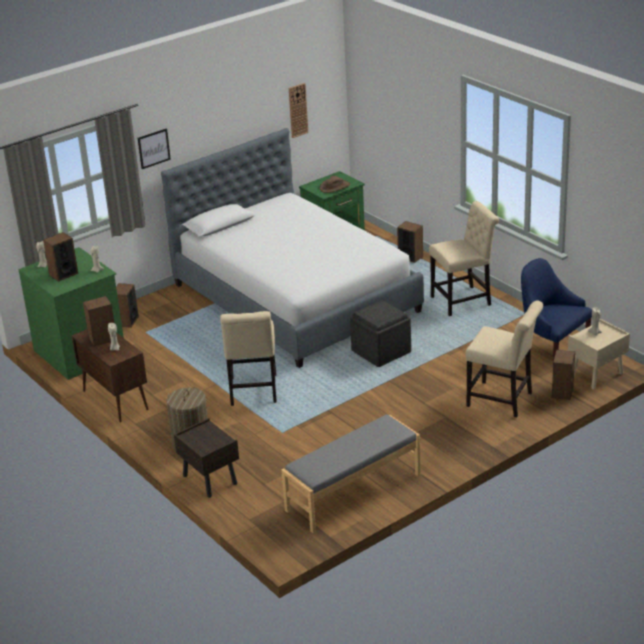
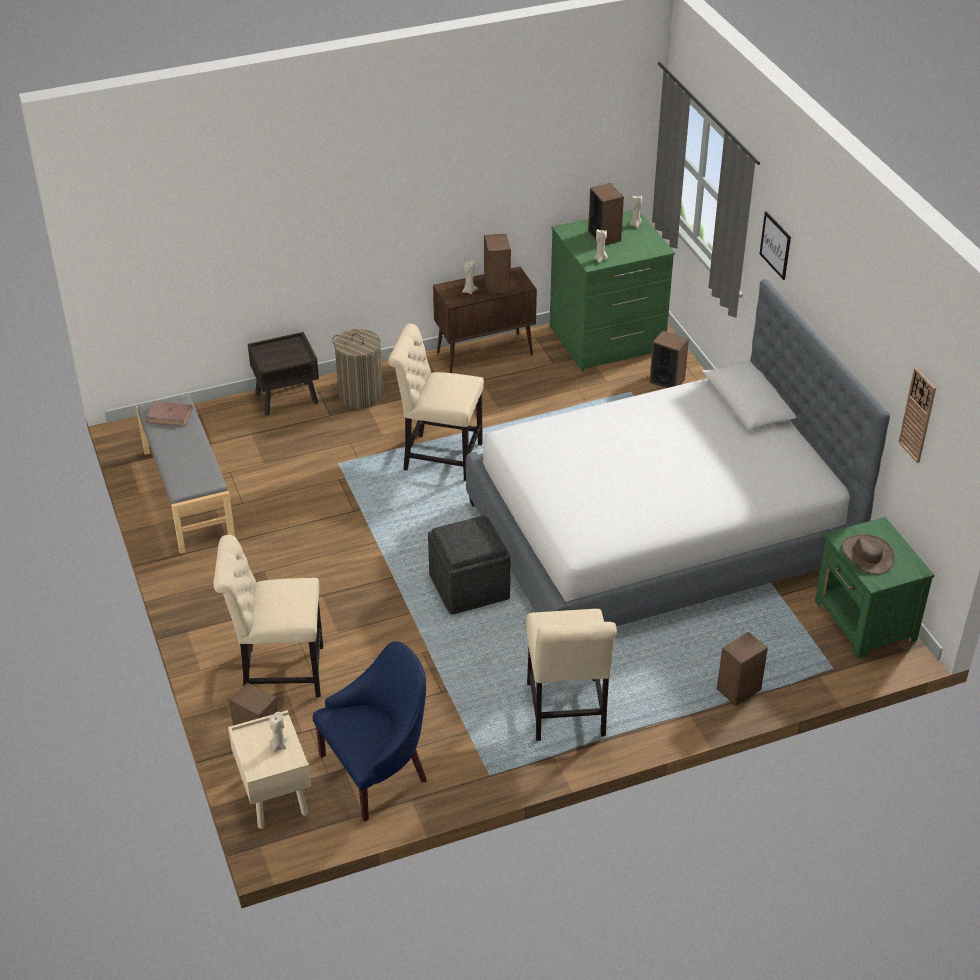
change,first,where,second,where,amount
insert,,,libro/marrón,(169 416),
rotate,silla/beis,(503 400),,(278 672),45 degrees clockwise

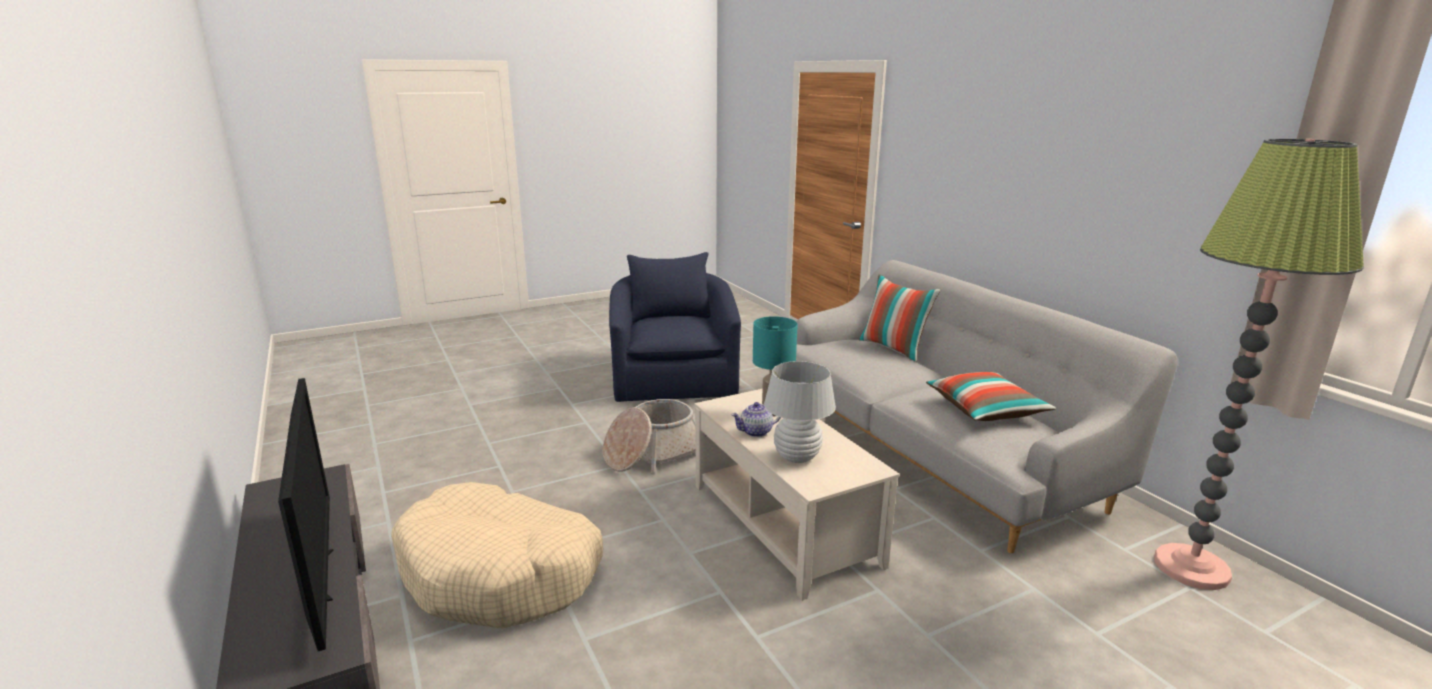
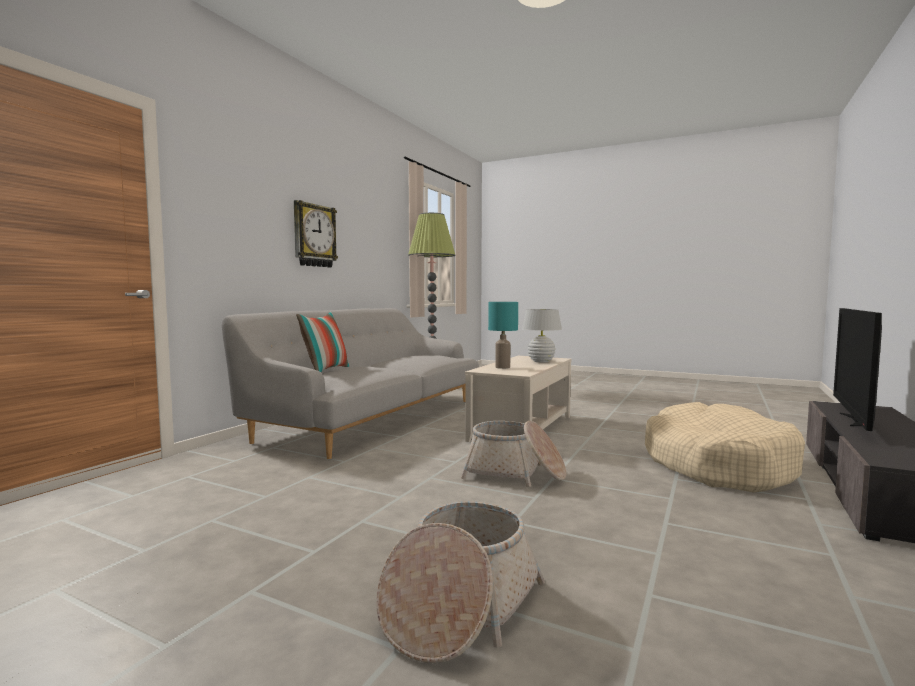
change,first,where,second,where,amount
insert,,,reloj de pared,(314 235),
insert,,,cesta,(459 607),
delete,sillón/azul,(674 379),,,
delete,tetera,(756 432),,,
delete,cojín,(985 410),,,

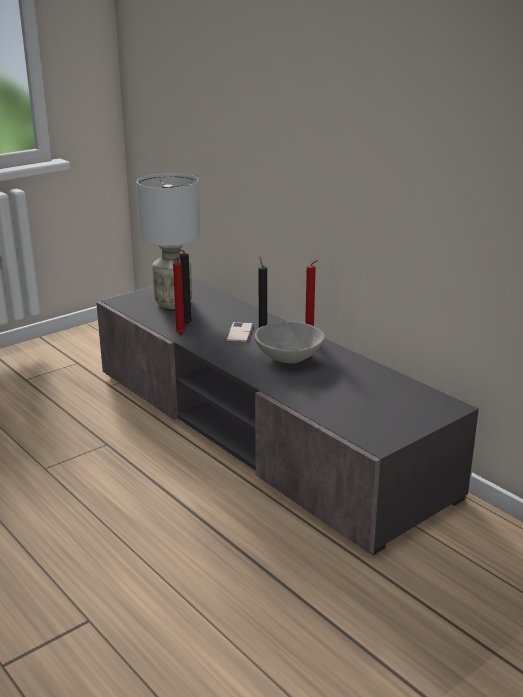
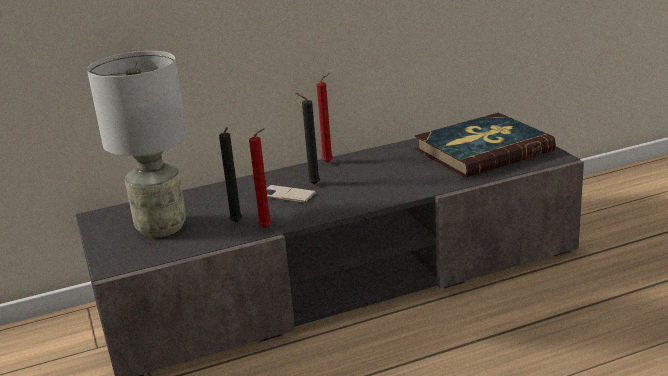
change,first,where,second,where,amount
insert,,,libro,(482 150),
delete,cuenco/gris,(289 357),,,

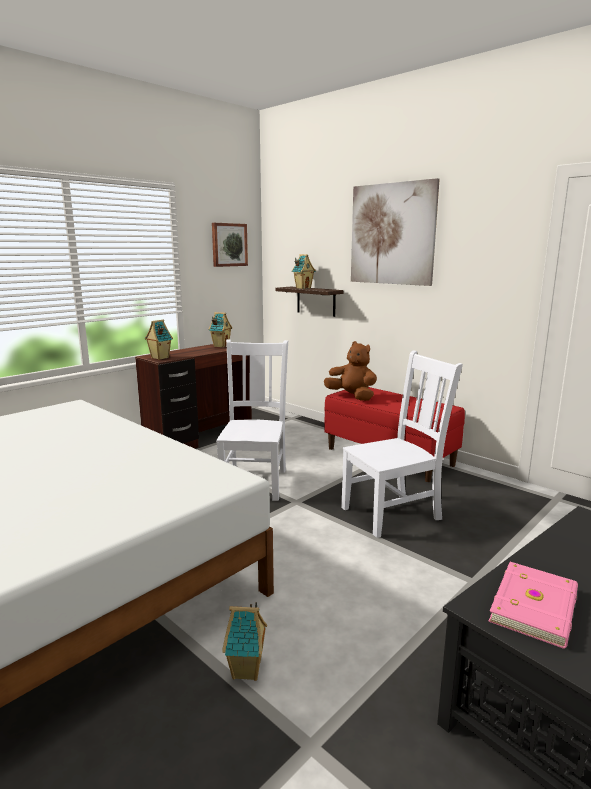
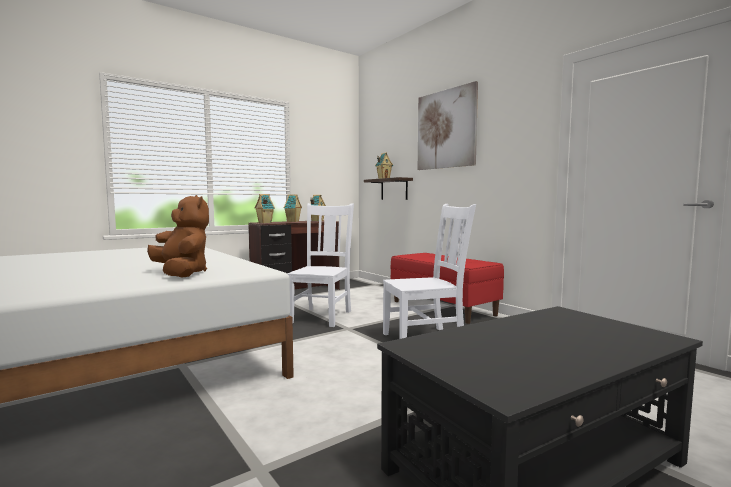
change,first,where,second,where,amount
move,peluche/marrón,(352 397),,(182 273),
move,casita,(247 670),,(293 221),
delete,cuadro,(229 245),,,
delete,libro/rosa,(536 607),,,

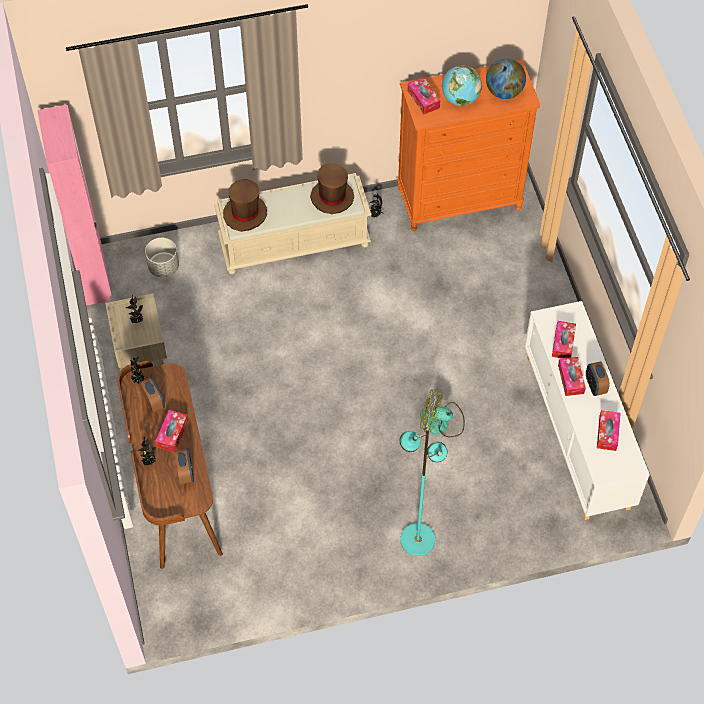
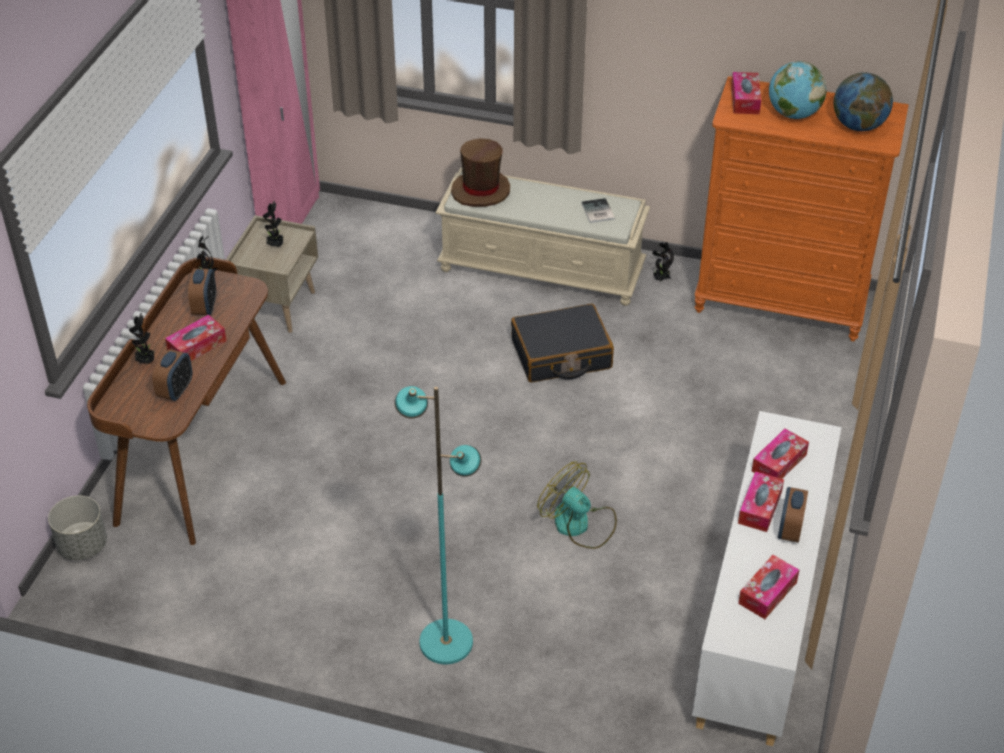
change,first,where,second,where,amount
move,maceta/gris,(164 267),,(82 546),
insert,,,maleta/negro,(561 355),
replace,sombrero/marrón,(332 197),libro,(597 212),

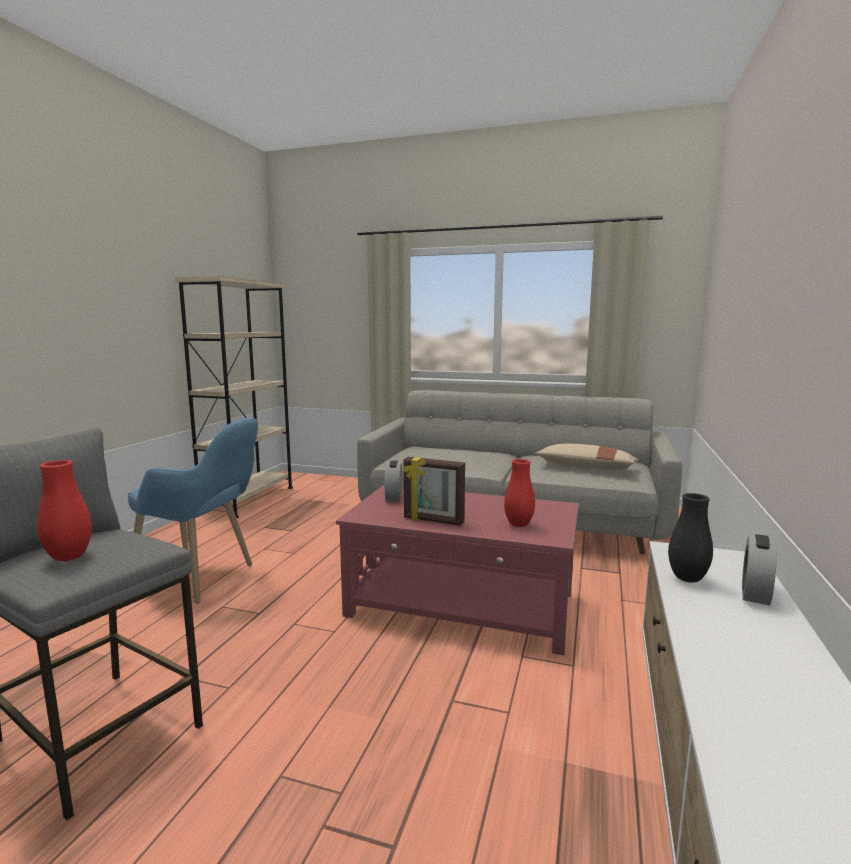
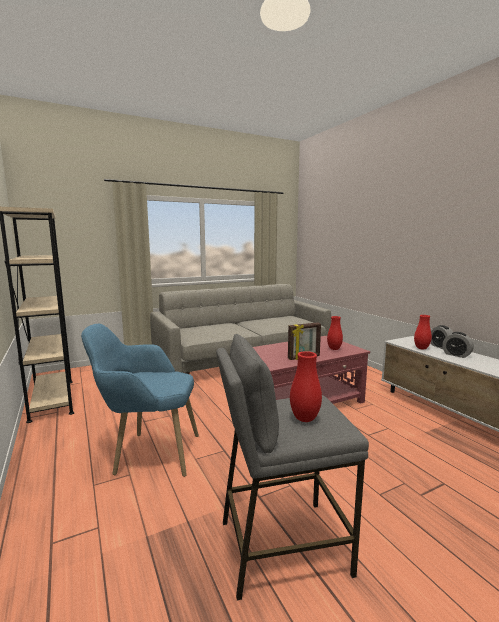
change,first,where,second,where,amount
rotate,sillón/azul,(204 579),,(147 453),150 degrees counterclockwise
recolor,florero/negro,(687 579),florero/rojo,(421 348),
move,despertador,(394 497),,(456 355),
delete,cojín/beis,(586 467),,,

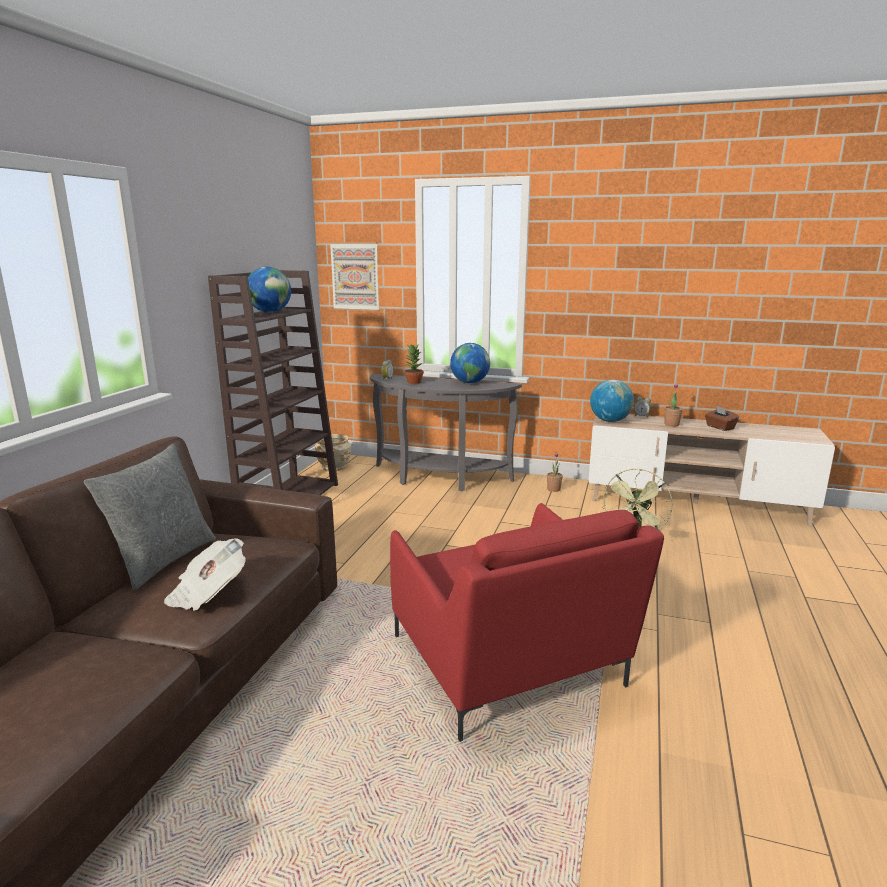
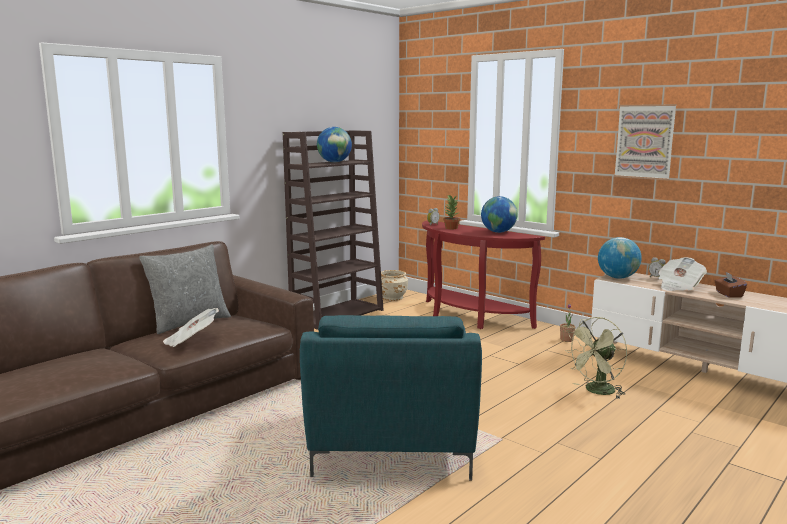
change,first,where,second,where,amount
recolor,sillón/rojo,(508 666),sillón/turquesa,(391 446),
recolor,mesa consola/gris,(438 479),mesa consola/rojo,(468 318),
move,cuadro,(355 276),,(644 141),
replace,planta en maceta,(671 424),periódico,(678 287),

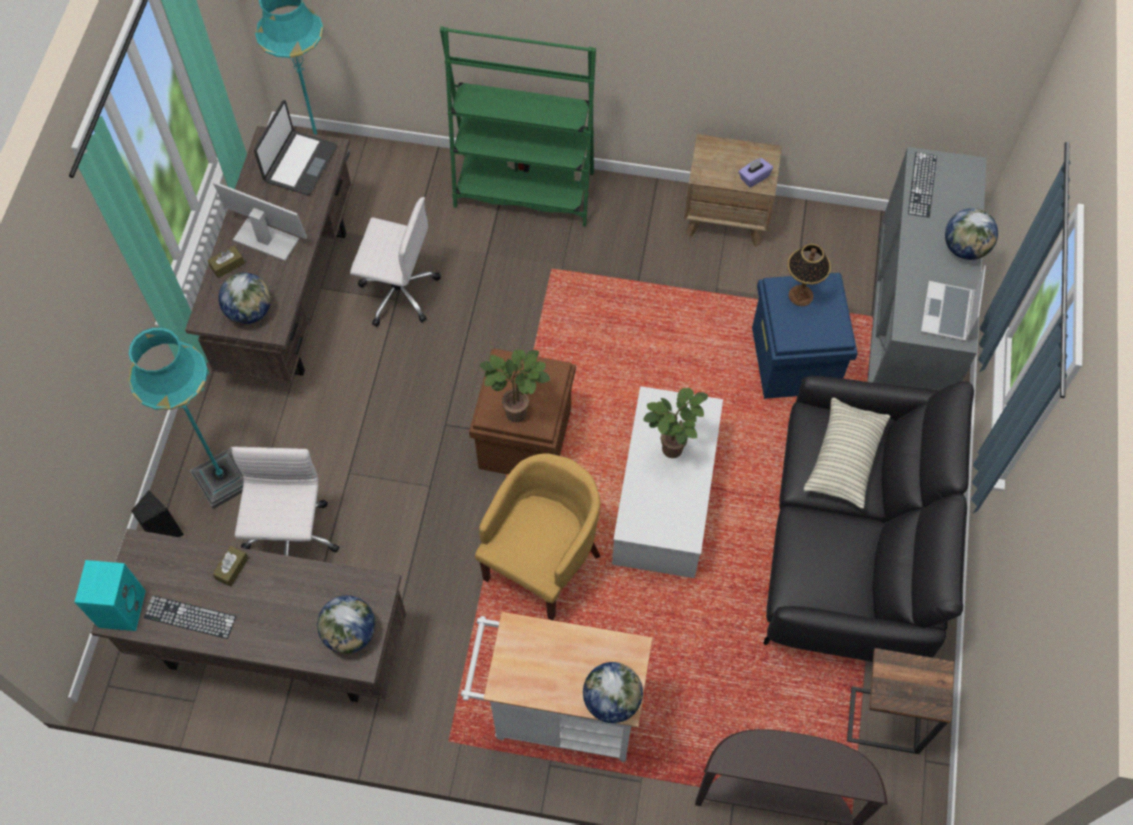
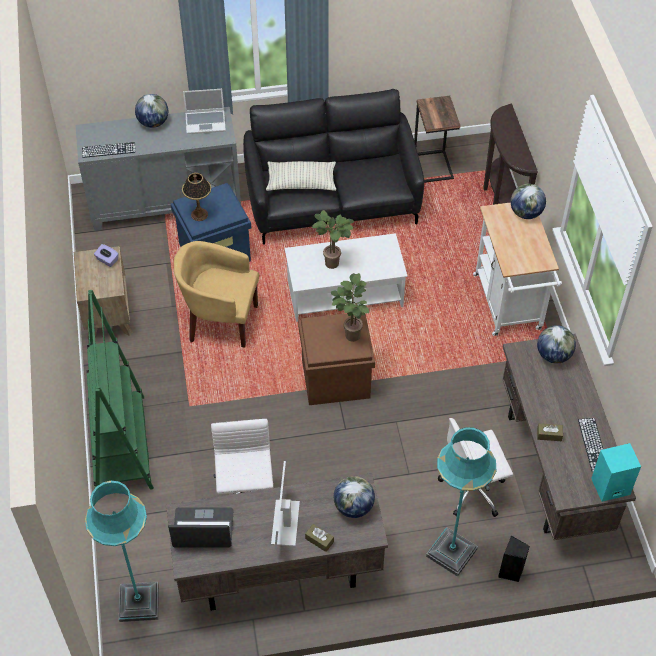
change,first,where,second,where,amount
move,sillón/amarillo,(543 561),,(220 321),

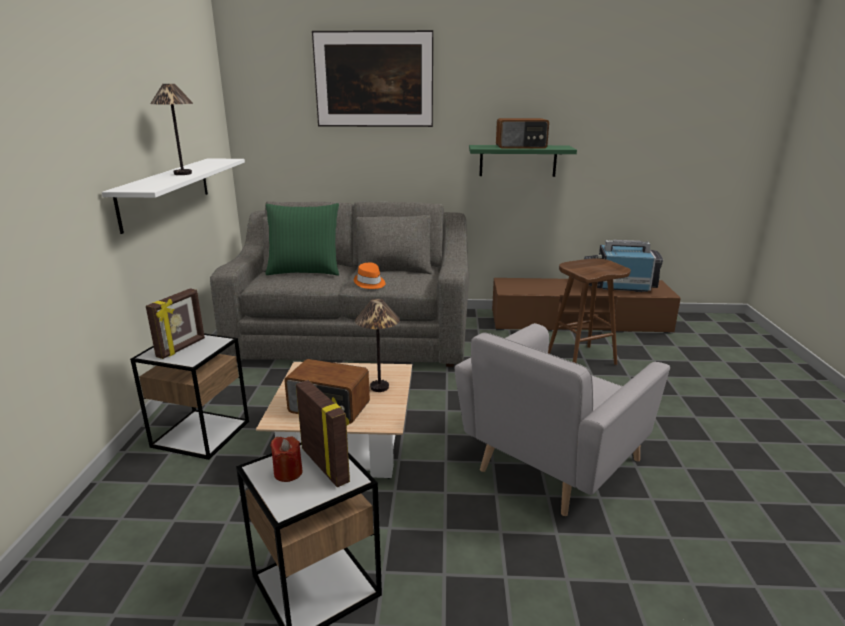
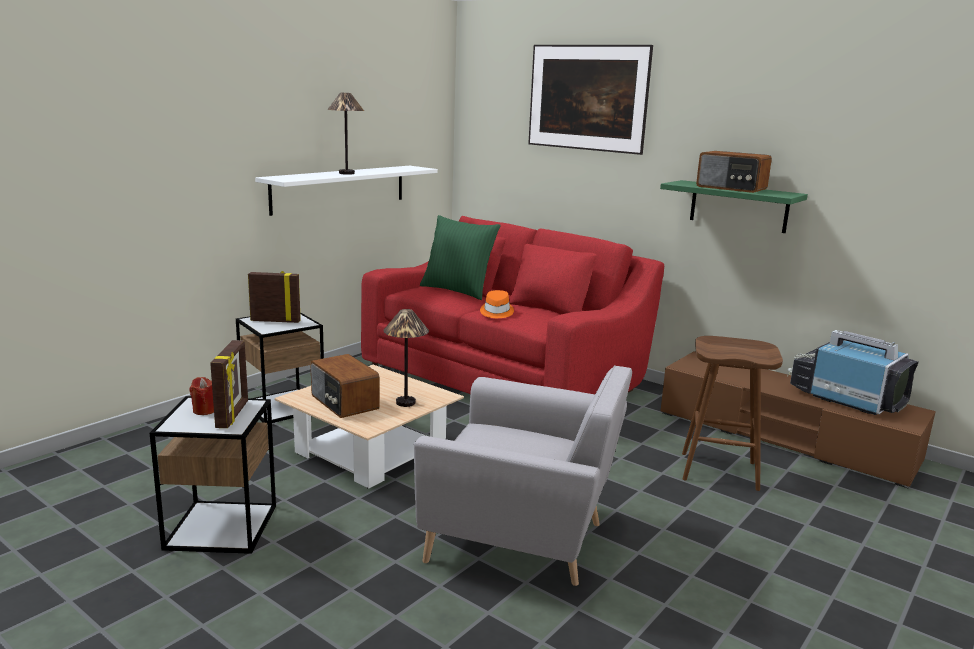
change,first,where,second,where,amount
rotate,portarretratos,(182 348),,(275 321),150 degrees counterclockwise
recolor,sofá/gris,(353 335),sofá/rojo,(503 374),
rotate,sillón/gris,(551 463),,(523 538),150 degrees counterclockwise

